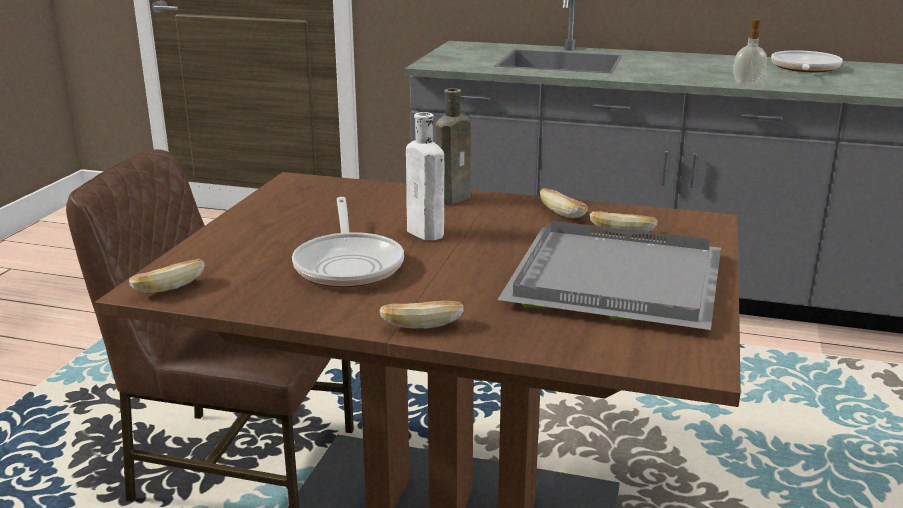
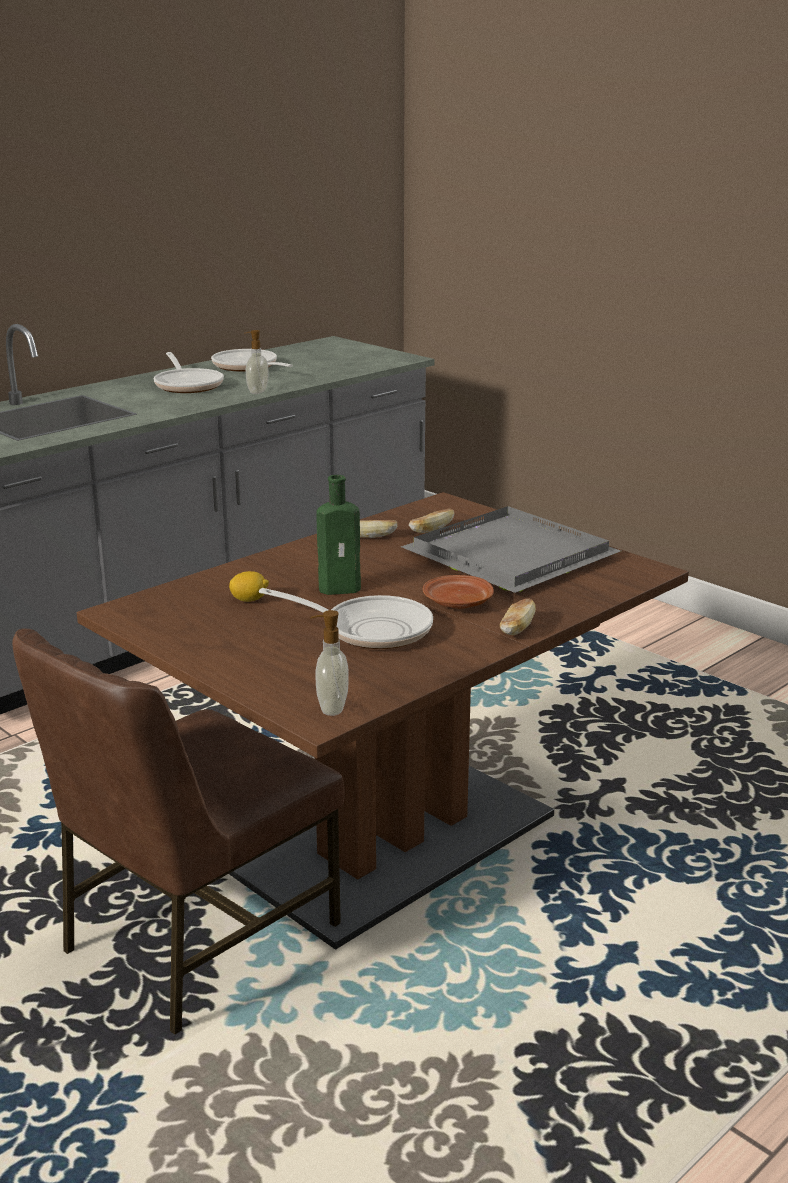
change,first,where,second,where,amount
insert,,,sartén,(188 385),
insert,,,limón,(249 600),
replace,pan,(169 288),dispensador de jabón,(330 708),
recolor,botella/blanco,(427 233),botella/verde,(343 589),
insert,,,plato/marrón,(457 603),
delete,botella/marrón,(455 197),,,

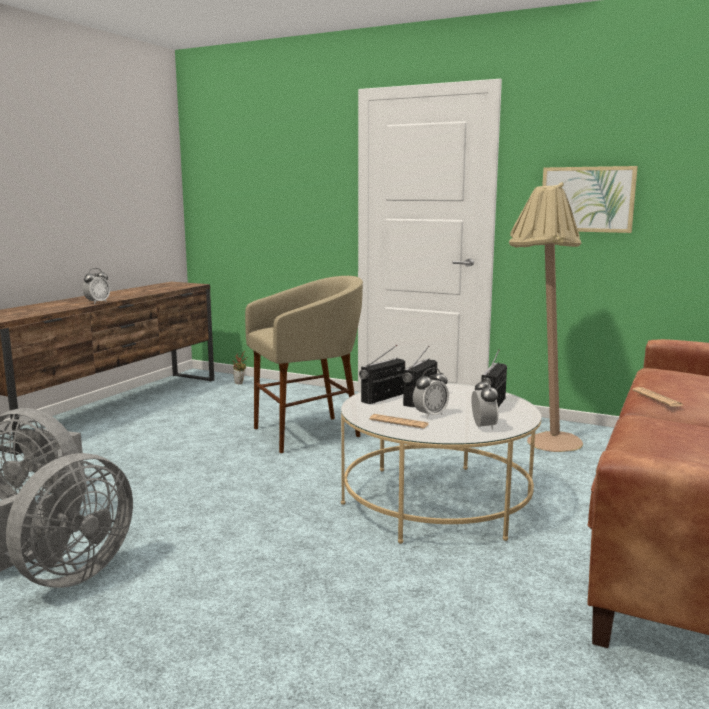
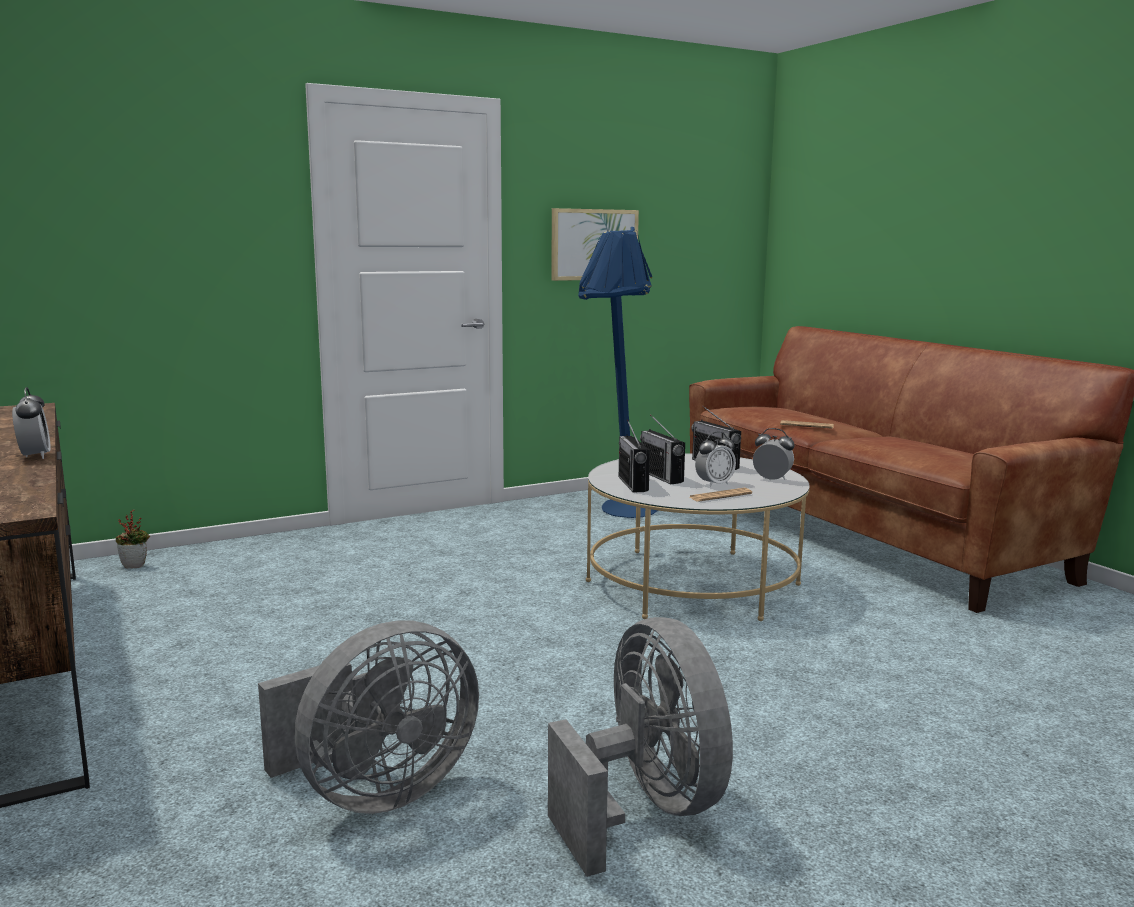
change,first,where,second,where,amount
recolor,lámpara de pie/beis,(541 440),lámpara de pie/azul,(617 511),
rotate,despertador,(430 415),,(714 484),60 degrees clockwise
delete,taburete/beis,(308 433),,,

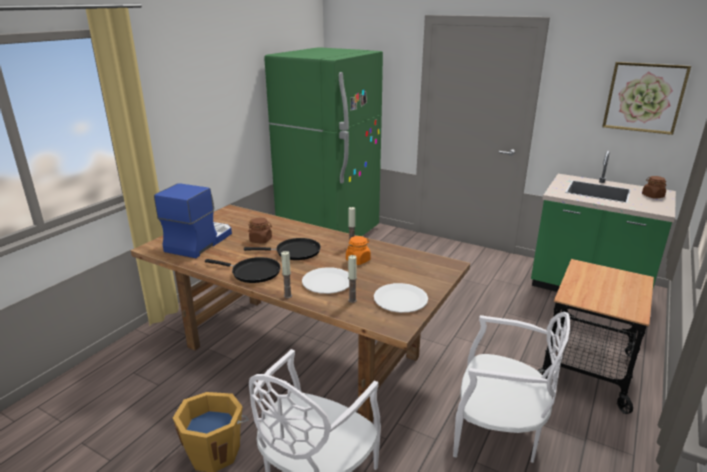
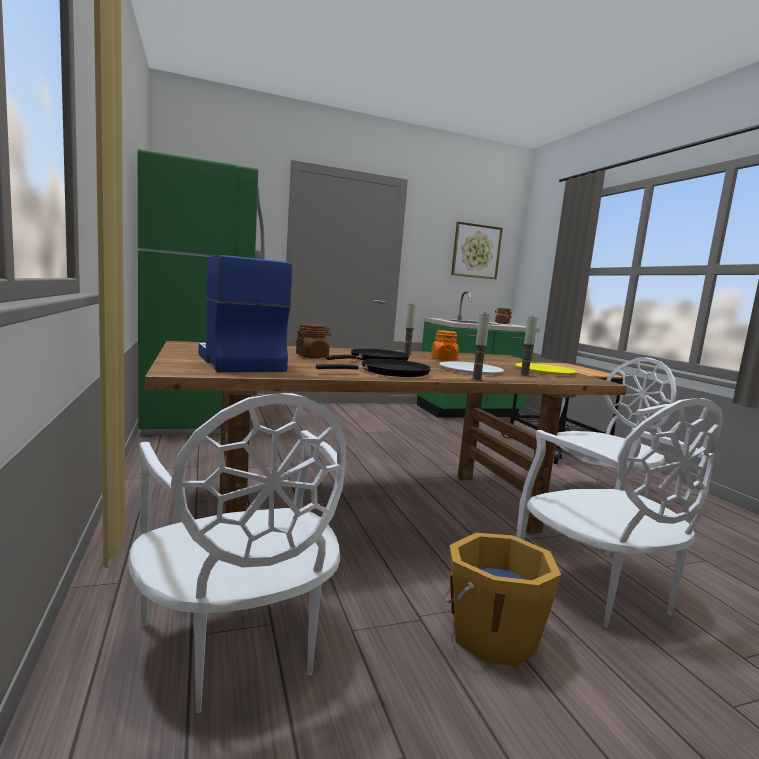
change,first,where,second,where,amount
insert,,,silla/blanco,(238 645),
recolor,plato/blanco,(400 299),plato/amarillo,(545 371),

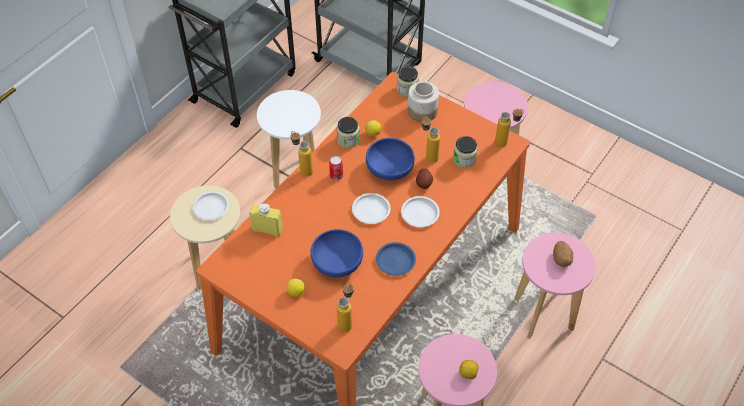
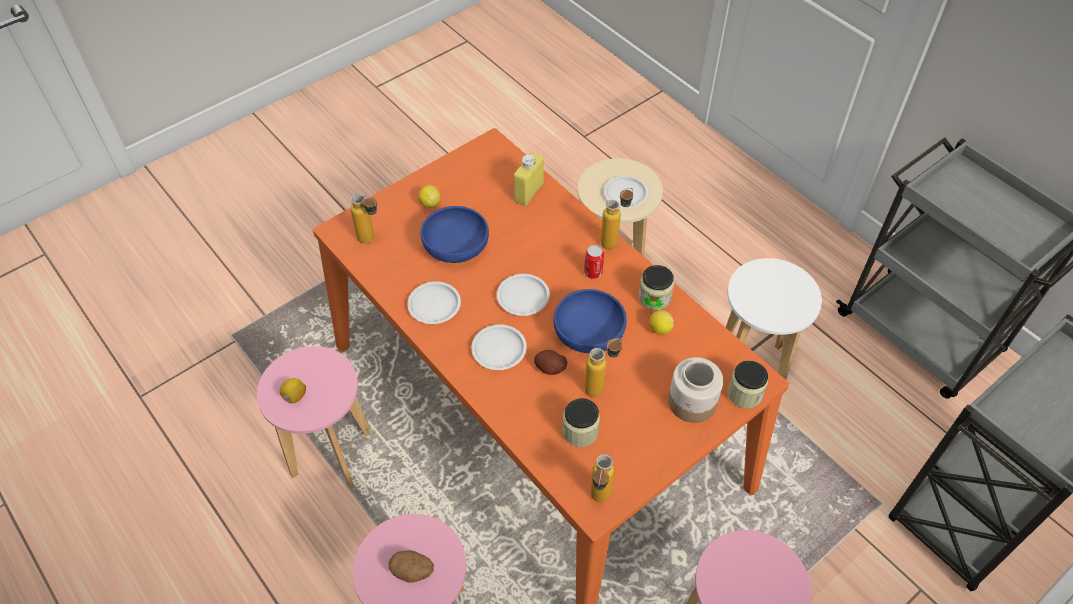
change,first,where,second,where,amount
recolor,plato/azul,(395 260),plato/blanco,(434 305),

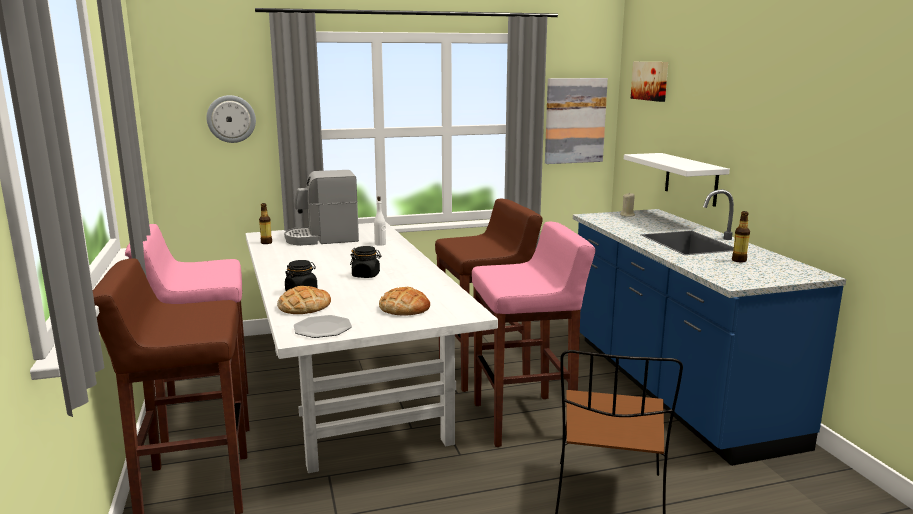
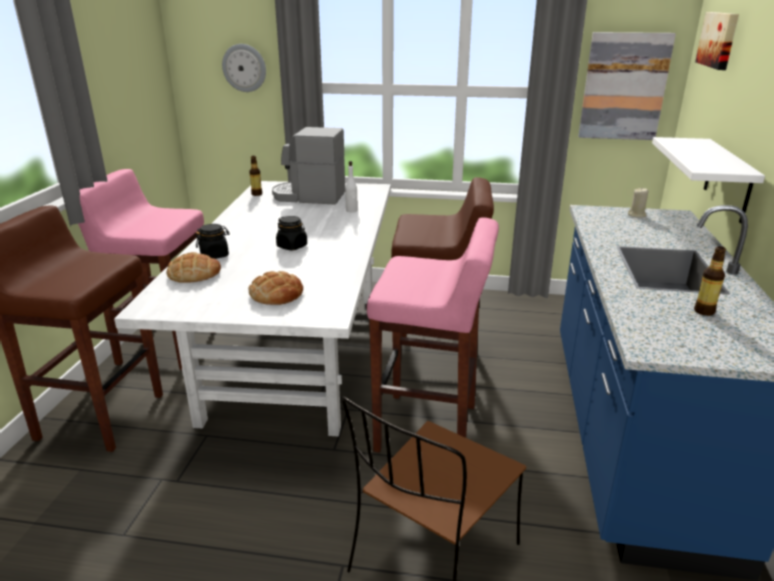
change,first,where,second,where,amount
delete,plato,(323 328),,,

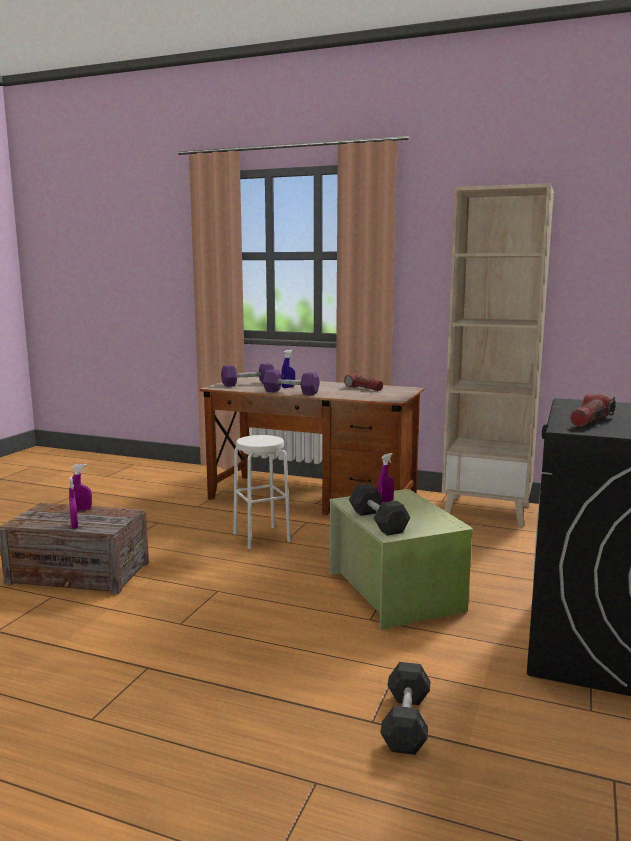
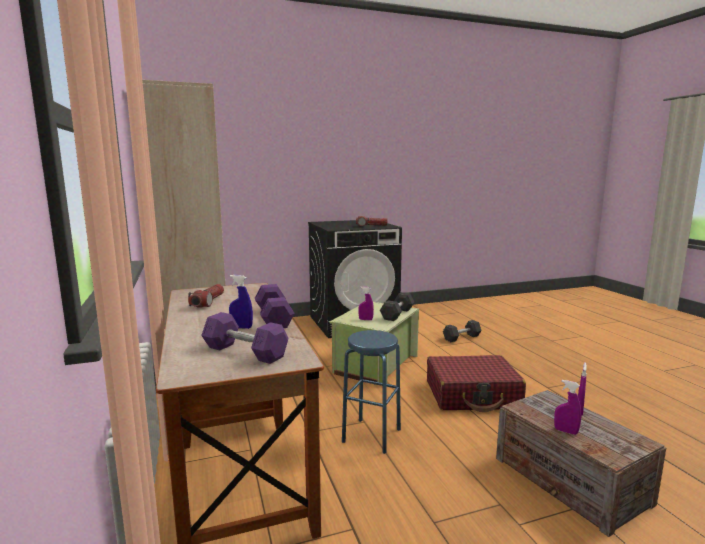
change,first,where,second,where,amount
recolor,taburete/blanco,(261 537),taburete/azul,(372 435),
insert,,,maleta/rojo,(472 395),

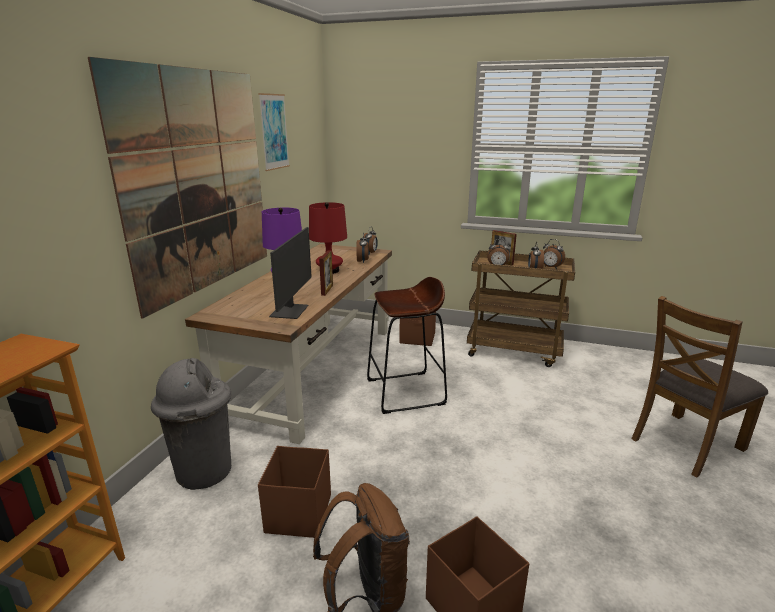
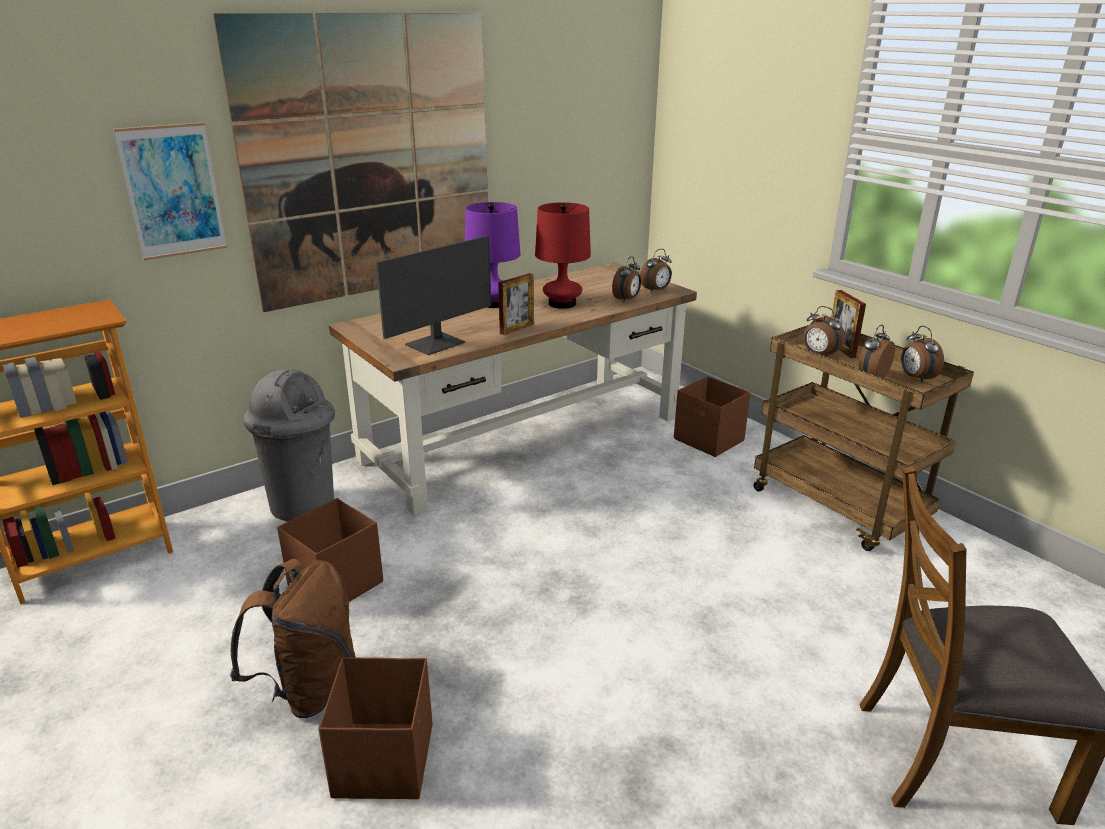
change,first,where,second,where,amount
move,cuadro,(274 132),,(173 191),
delete,taburete/marrón,(405 392),,,

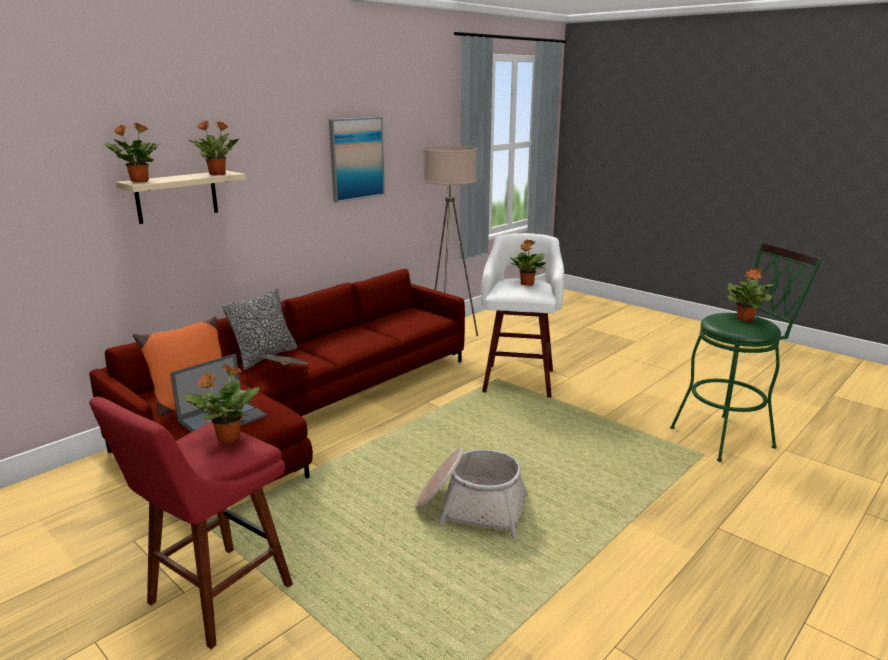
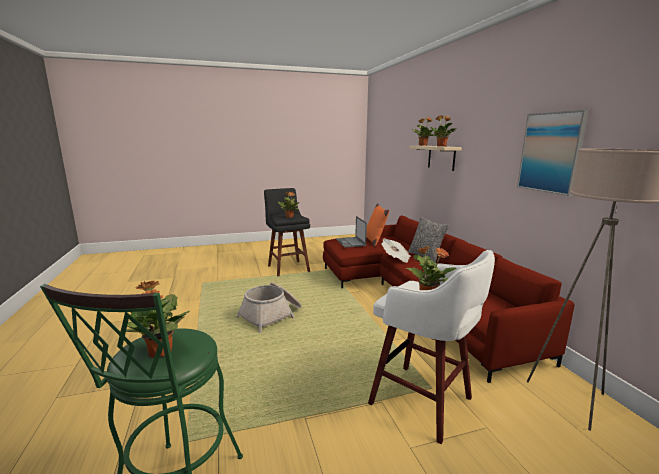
change,first,where,second,where,amount
recolor,taburete/rojo,(214 598),taburete/negro,(287 268),

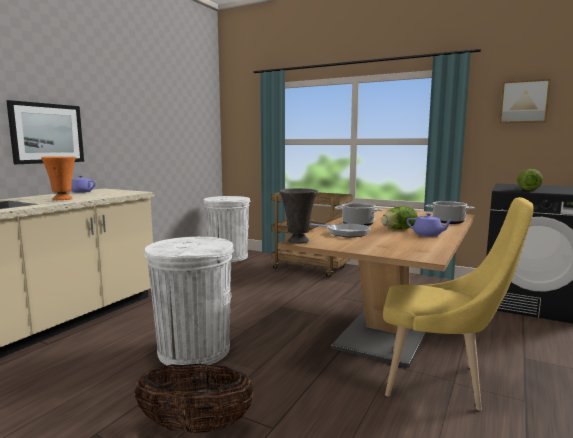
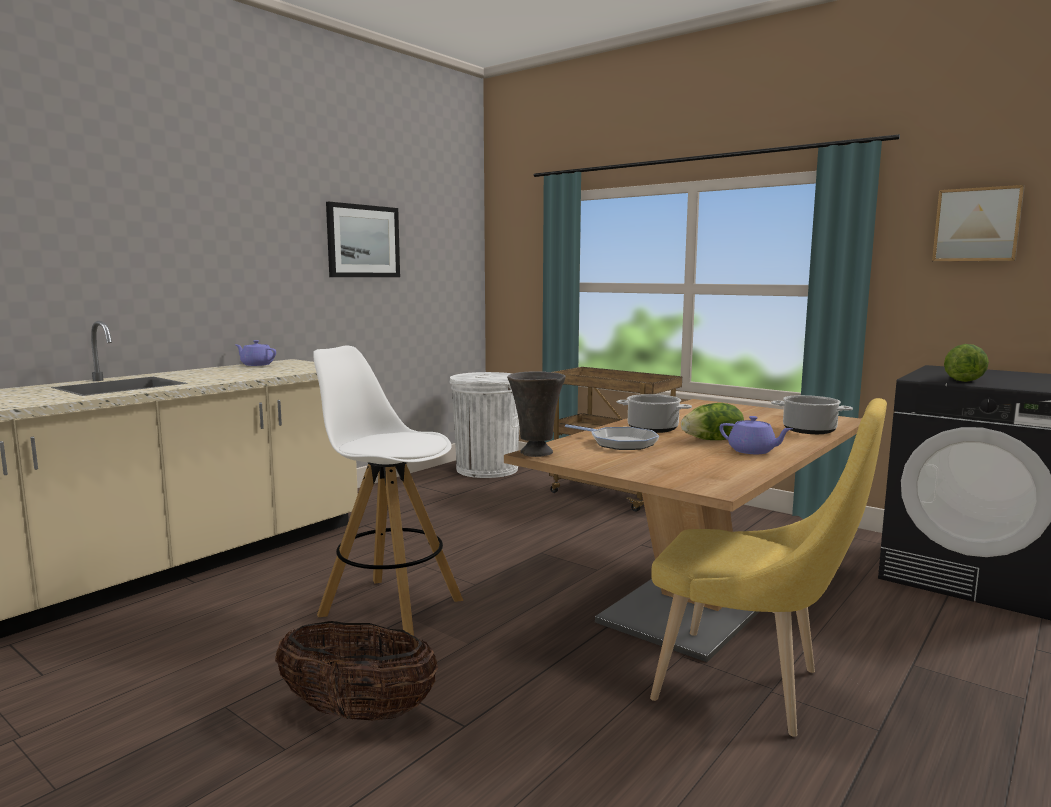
change,first,where,second,where,amount
replace,papelera/blanco,(194 350),taburete/blanco,(390 607),
move,cuadro,(47 133),,(363 241),
delete,florero/naranja,(62 199),,,

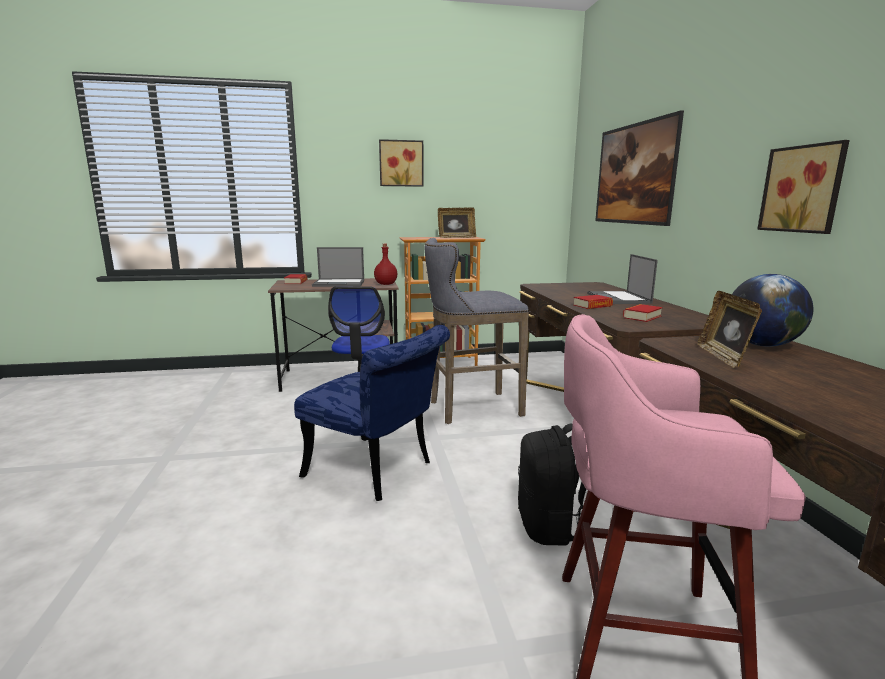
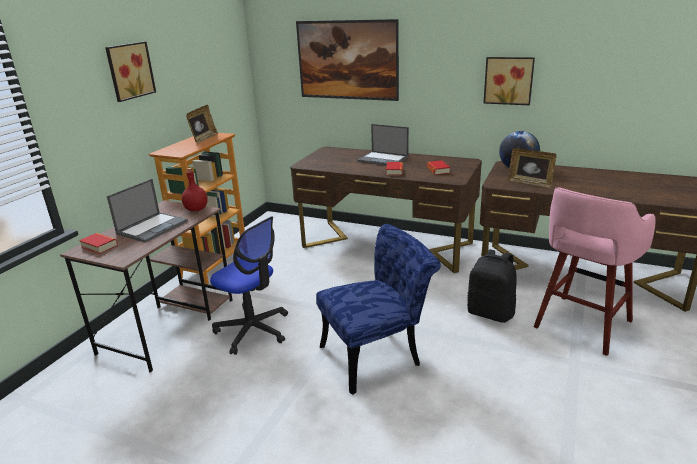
change,first,where,second,where,amount
delete,taburete/gris,(471 409),,,

